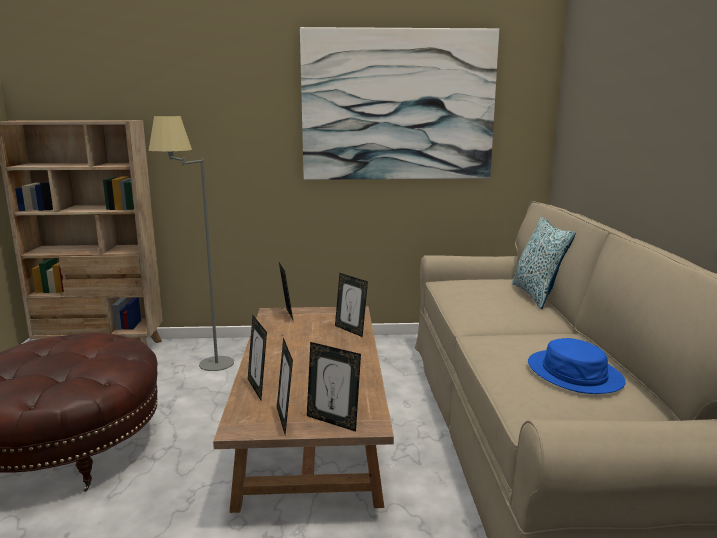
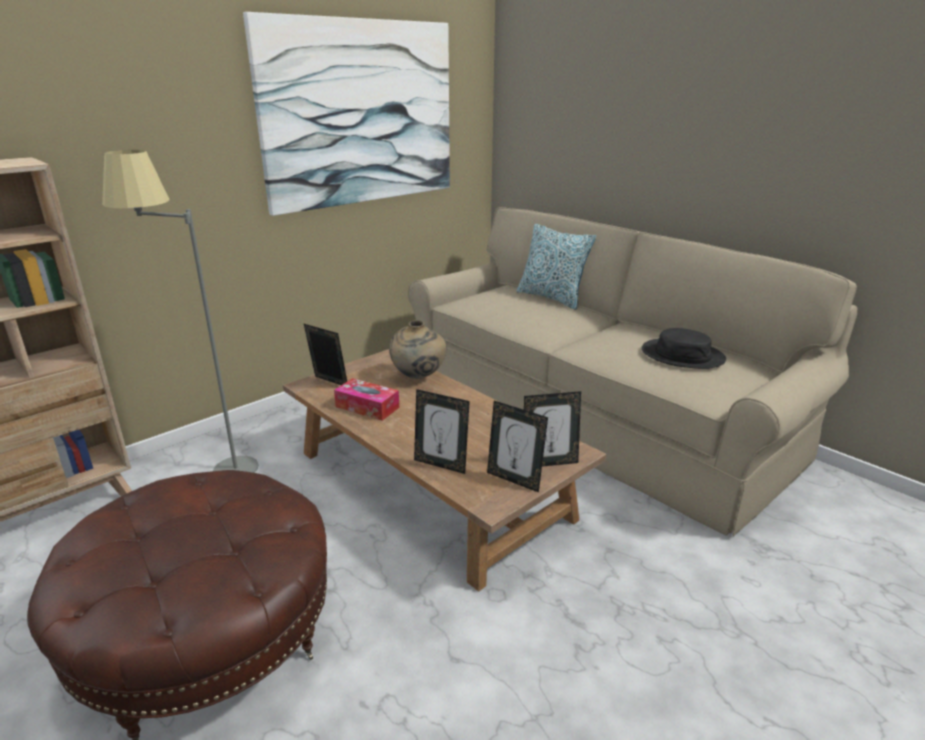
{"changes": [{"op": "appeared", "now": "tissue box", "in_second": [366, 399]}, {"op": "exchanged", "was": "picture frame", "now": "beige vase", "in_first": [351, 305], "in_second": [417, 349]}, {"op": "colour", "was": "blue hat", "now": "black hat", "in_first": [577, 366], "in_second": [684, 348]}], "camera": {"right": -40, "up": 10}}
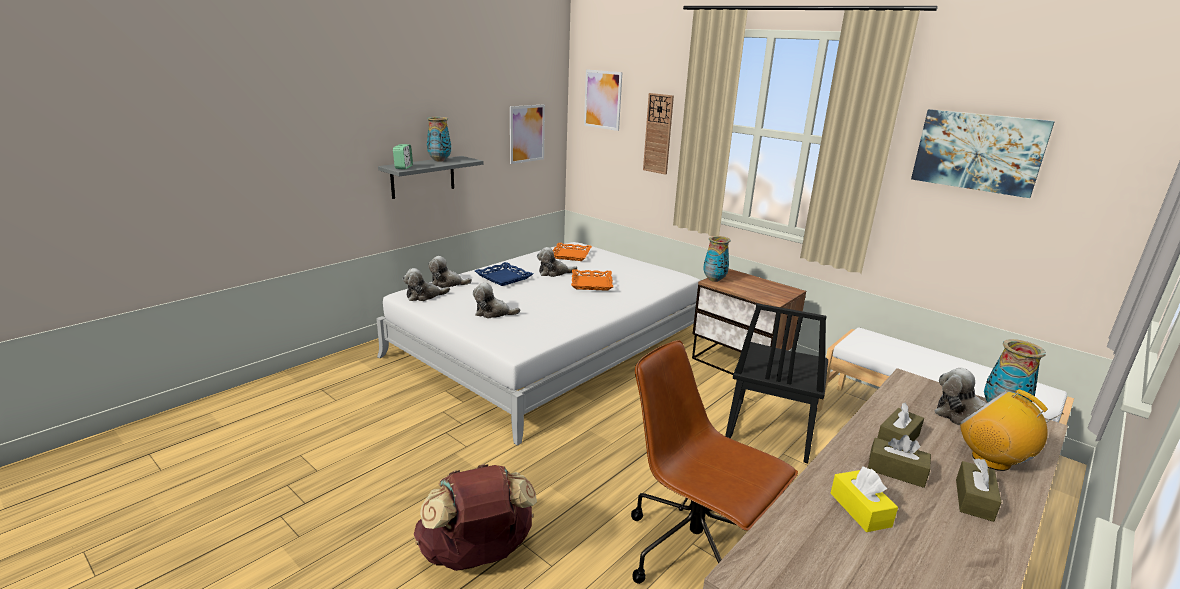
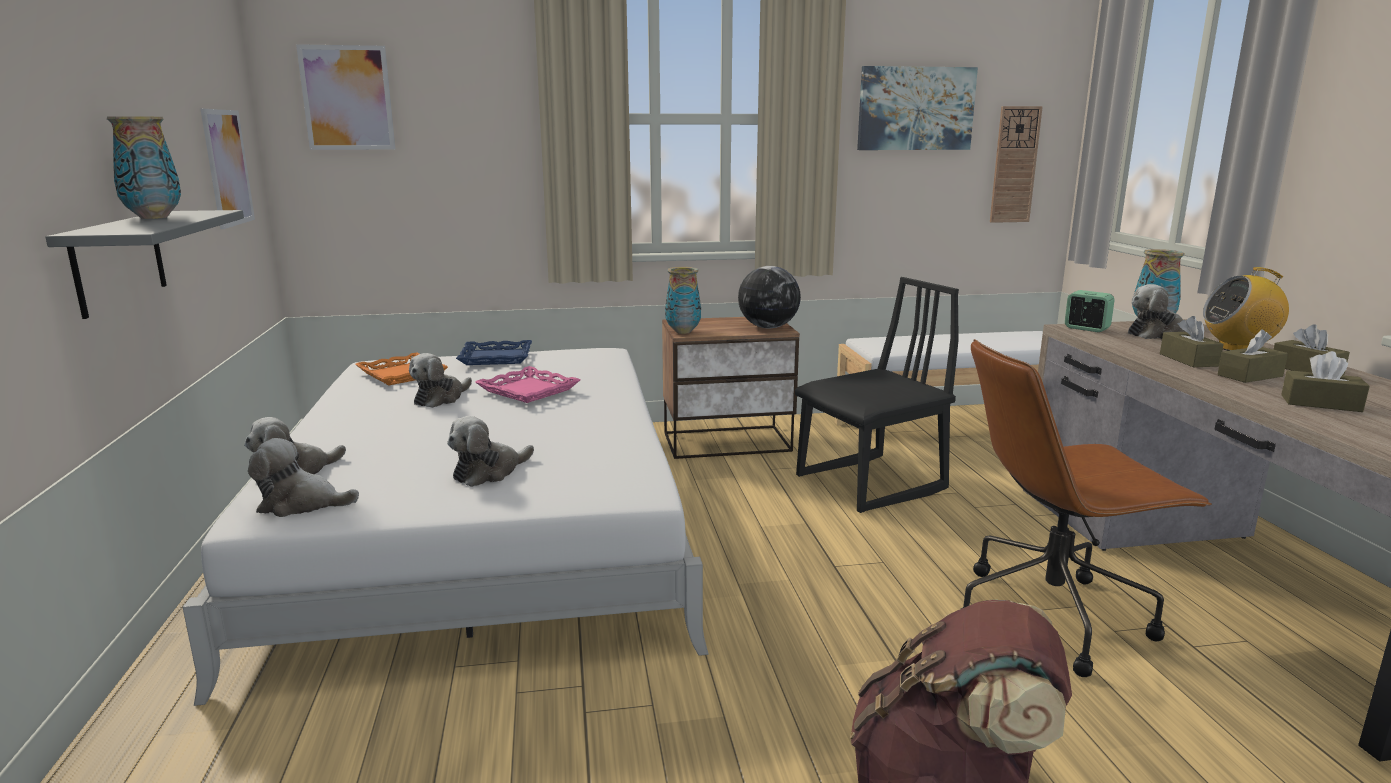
{"changes": [{"op": "appeared", "now": "globe", "in_second": [769, 297]}, {"op": "relocated", "was": "alarm clock", "in_first": [403, 156], "in_second": [1090, 311]}, {"op": "relocated", "was": "blue tray", "in_first": [504, 274], "in_second": [494, 352]}, {"op": "relocated", "was": "wall clock", "in_first": [658, 134], "in_second": [1016, 164]}, {"op": "colour", "was": "orange tray", "now": "pink tray", "in_first": [592, 280], "in_second": [527, 384]}, {"op": "colour", "was": "yellow tissue box", "now": "brown tissue box", "in_first": [864, 499], "in_second": [1325, 381]}, {"op": "spun", "was": "plush toy", "in_first": [426, 284], "in_second": [303, 477], "clockwise": 75}, {"op": "spun", "was": "black chair", "in_first": [776, 383], "in_second": [877, 395], "clockwise": -90}], "camera": {"right": -50, "up": -5}}
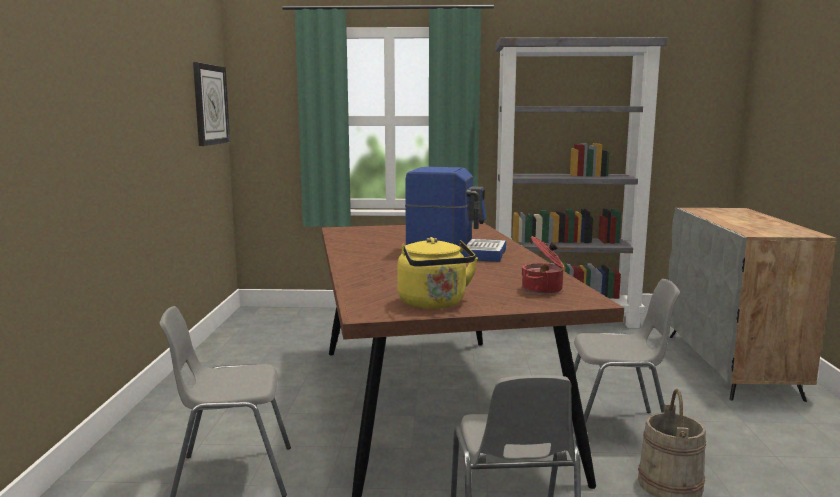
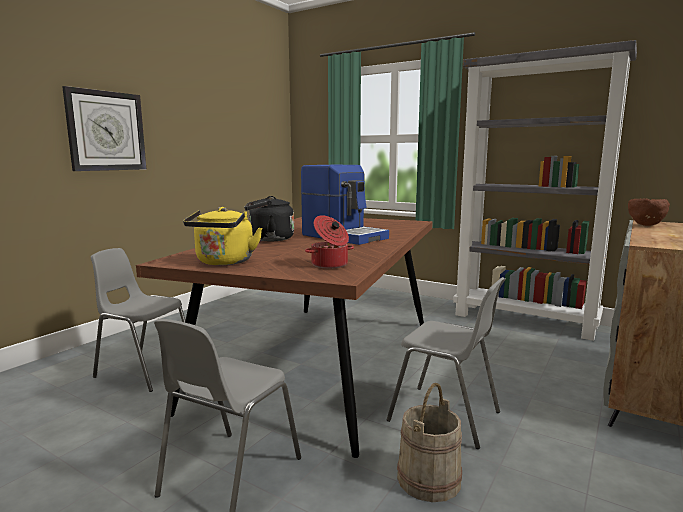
{"changes": [{"op": "appeared", "now": "black kettle", "in_second": [269, 218]}, {"op": "appeared", "now": "brown bowl", "in_second": [649, 212]}, {"op": "relocated", "was": "wall clock", "in_first": [211, 104], "in_second": [104, 128]}], "camera": {"right": 30, "up": 0}}
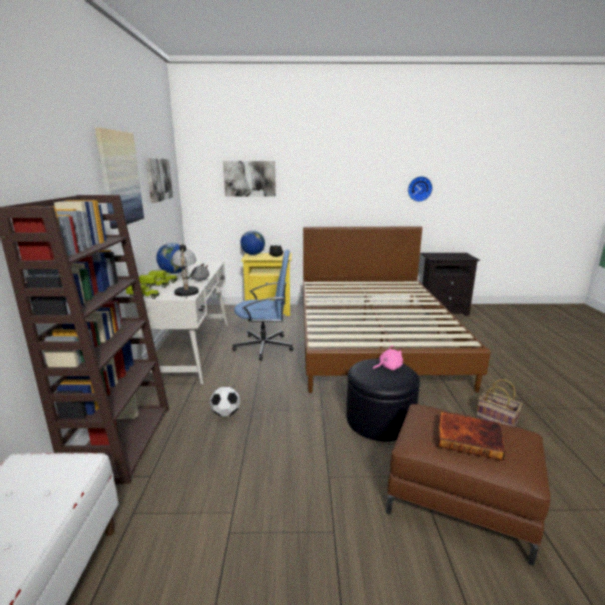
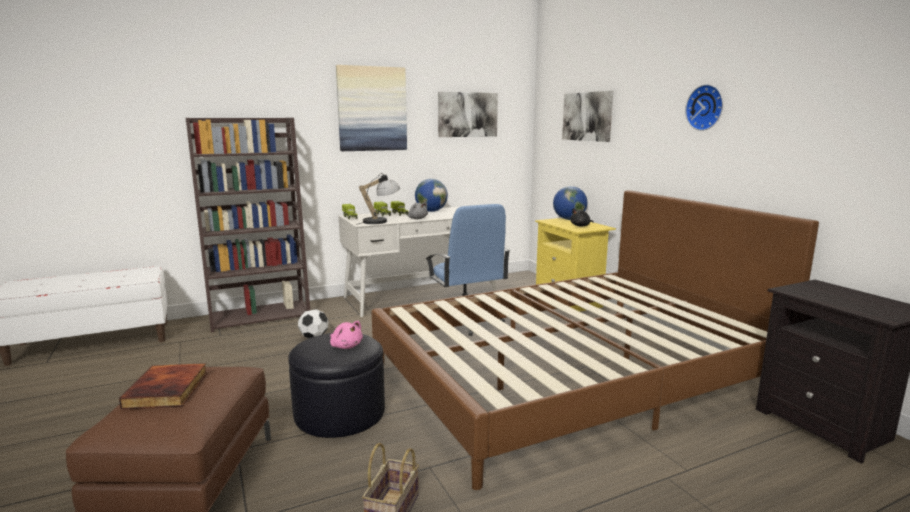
{"changes": [{"op": "relocated", "was": "wall clock", "in_first": [420, 189], "in_second": [704, 107]}], "camera": {"right": 65, "up": -5}}
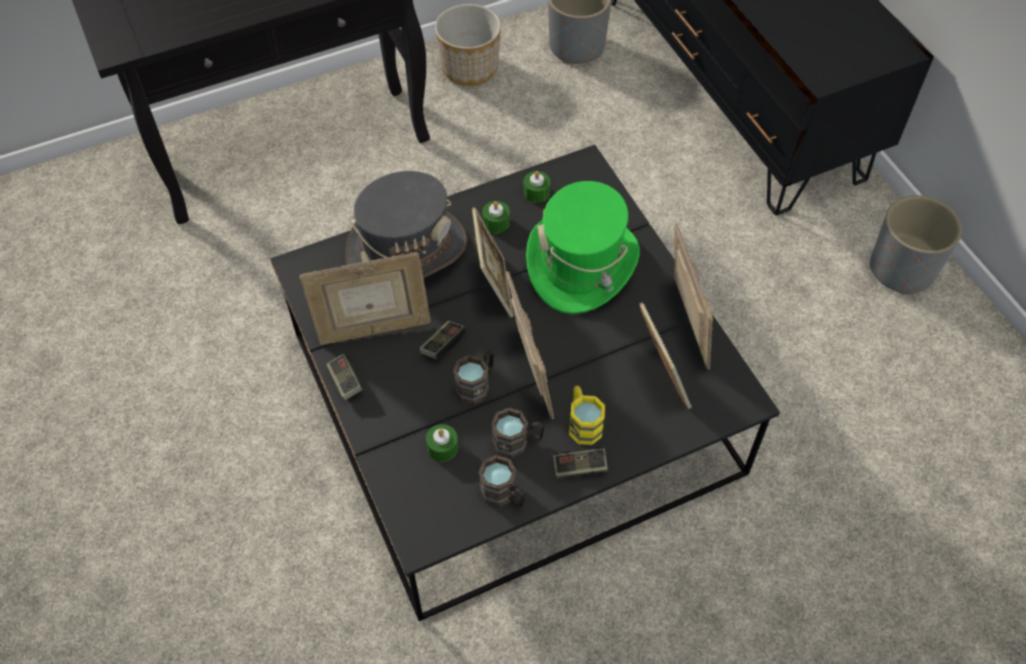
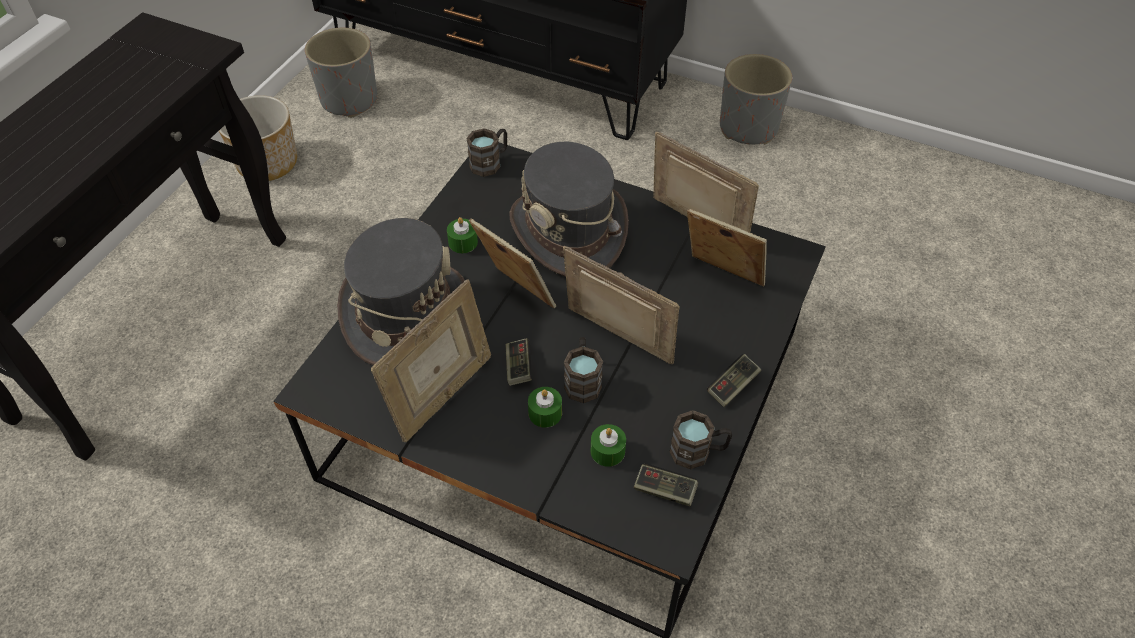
{"changes": [{"op": "missing", "was": "yellow mug", "in_first": [587, 415]}, {"op": "relocated", "was": "game controller", "in_first": [344, 377], "in_second": [666, 485]}, {"op": "relocated", "was": "brown mug", "in_first": [517, 433], "in_second": [486, 152]}, {"op": "relocated", "was": "green candle", "in_first": [536, 187], "in_second": [545, 407]}, {"op": "colour", "was": "green hat", "now": "grey hat", "in_first": [583, 247], "in_second": [569, 209]}], "camera": {"right": -40, "up": -5}}
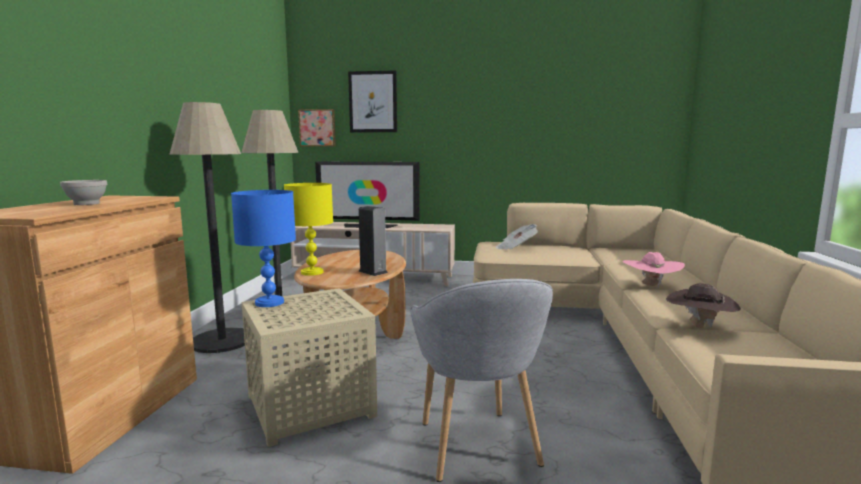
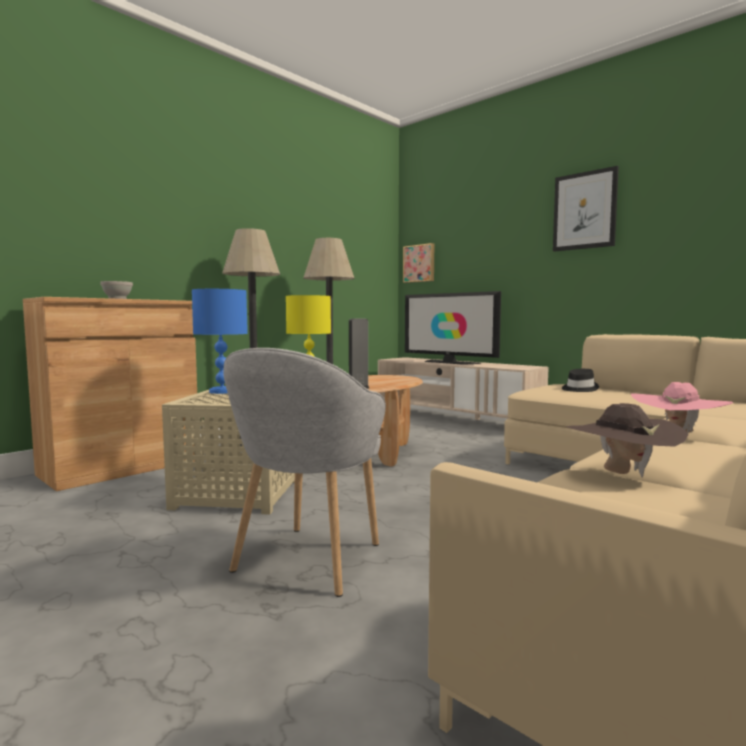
{"changes": [{"op": "relocated", "was": "picture", "in_first": [372, 101], "in_second": [586, 209]}, {"op": "exchanged", "was": "newspaper", "now": "black hat", "in_first": [516, 237], "in_second": [580, 380]}], "camera": {"right": 35, "up": -5}}
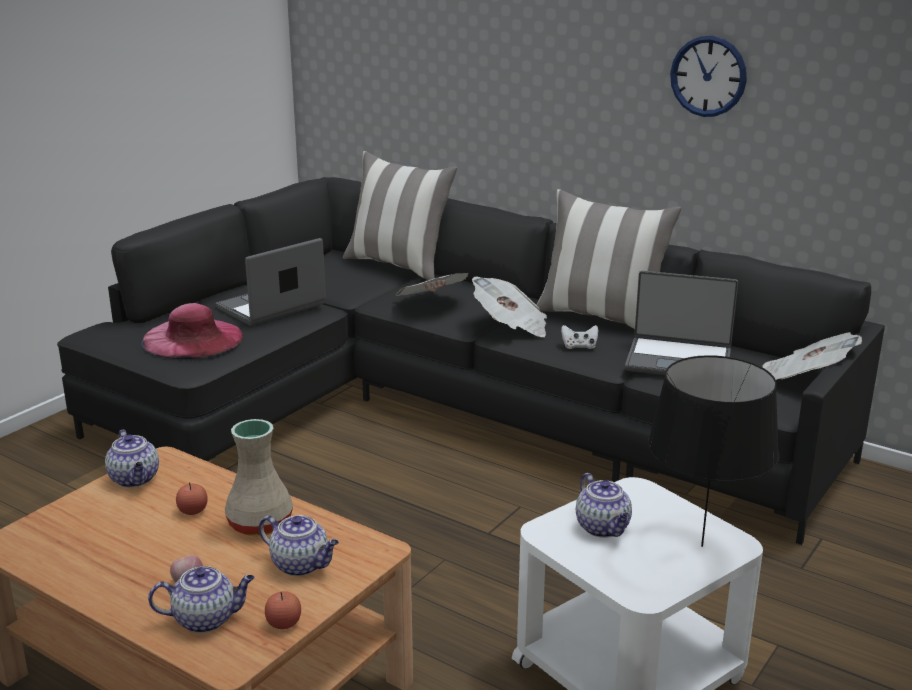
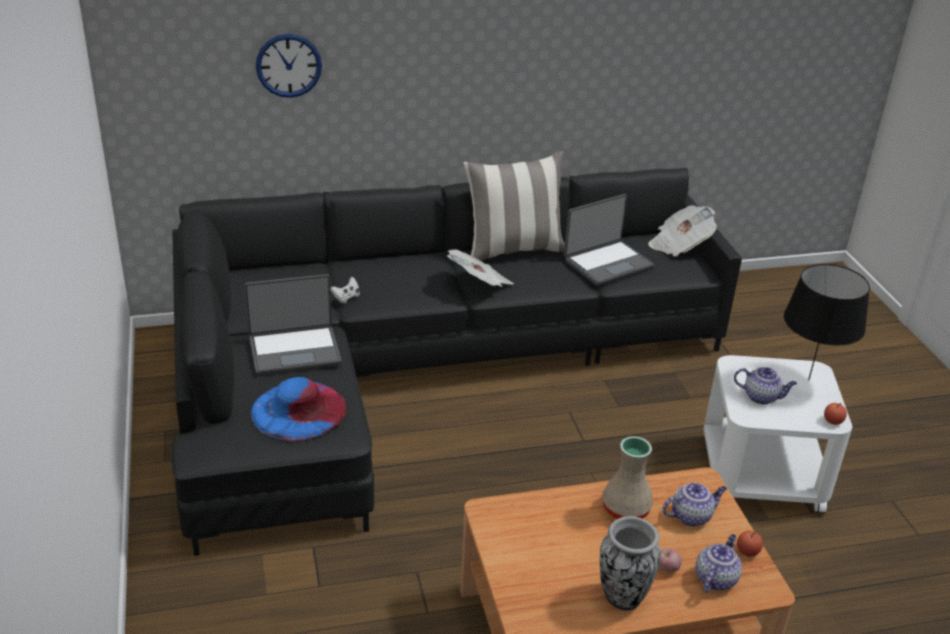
{"changes": [{"op": "missing", "was": "teapot", "in_first": [132, 459]}, {"op": "missing", "was": "pillow", "in_first": [400, 215]}, {"op": "missing", "was": "newspaper", "in_first": [432, 284]}, {"op": "appeared", "now": "vase", "in_second": [630, 563]}, {"op": "relocated", "was": "apple", "in_first": [192, 498], "in_second": [835, 414]}, {"op": "relocated", "was": "white game controller", "in_first": [579, 337], "in_second": [345, 290]}, {"op": "relocated", "was": "wall clock", "in_first": [708, 76], "in_second": [289, 66]}, {"op": "colour", "was": "pink hat", "now": "blue hat", "in_first": [192, 331], "in_second": [299, 409]}, {"op": "spun", "was": "laptop", "in_first": [271, 282], "in_second": [293, 324], "clockwise": -105}], "camera": {"right": -50, "up": 10}}
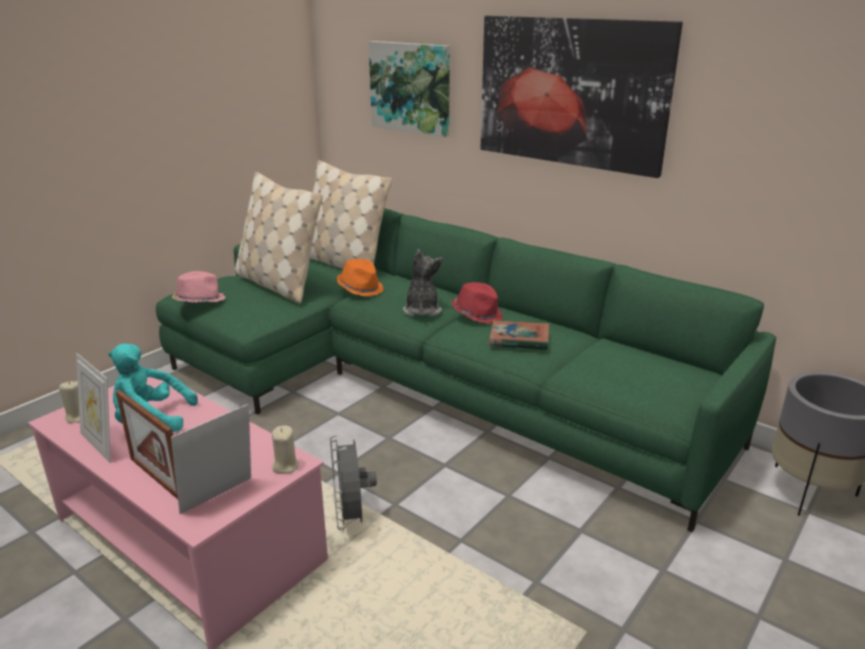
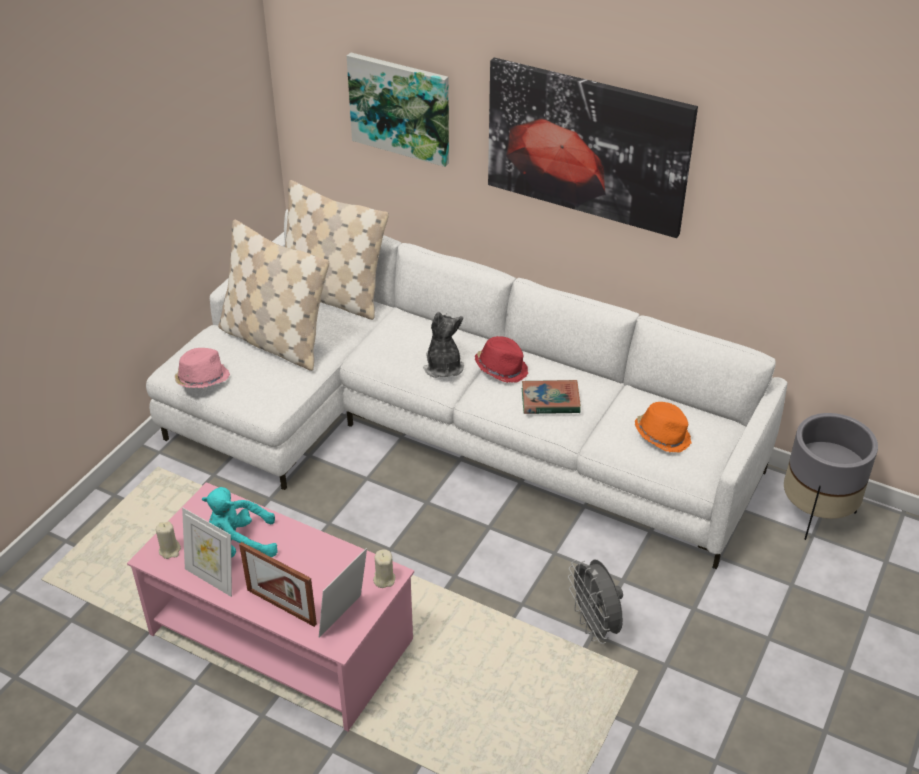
{"changes": [{"op": "relocated", "was": "grey fan", "in_first": [353, 483], "in_second": [595, 602]}, {"op": "relocated", "was": "orange hat", "in_first": [360, 277], "in_second": [663, 427]}, {"op": "colour", "was": "green sofa", "now": "white sofa", "in_first": [466, 370], "in_second": [467, 389]}], "camera": {"right": -10, "up": 15}}
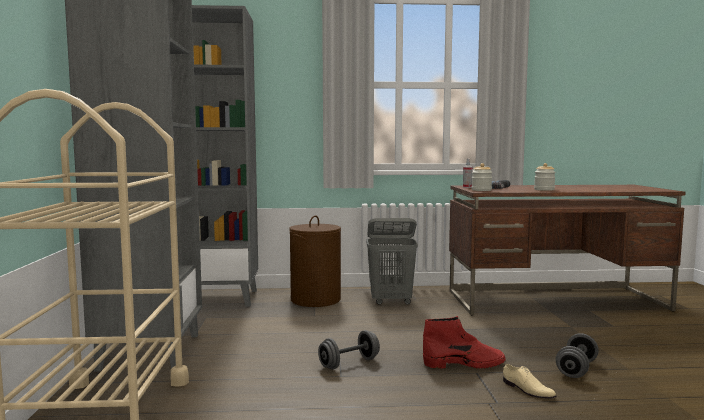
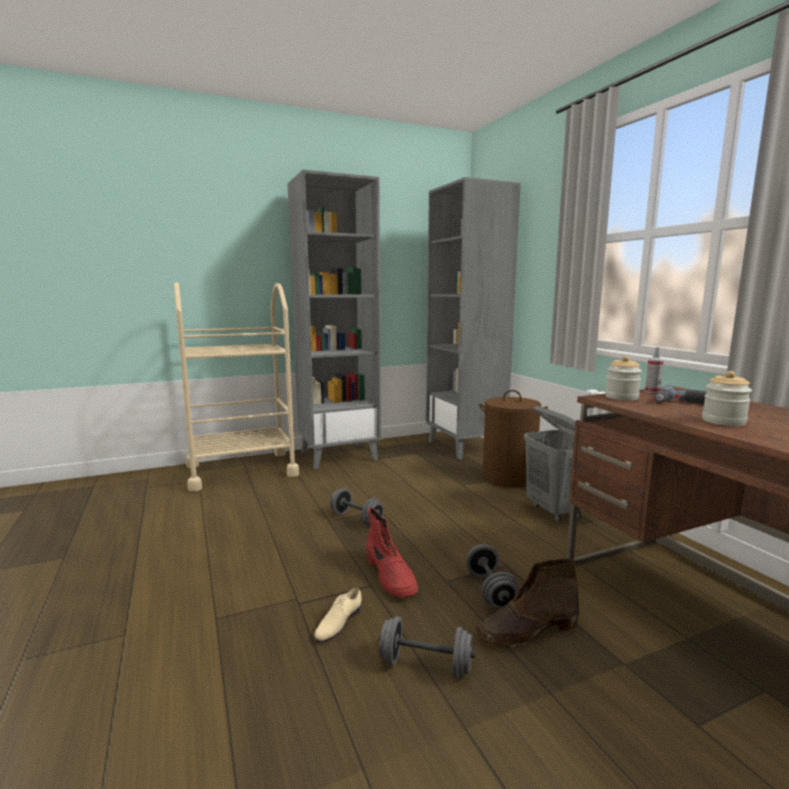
{"changes": [{"op": "appeared", "now": "grey dumbbell", "in_second": [492, 576]}, {"op": "appeared", "now": "brown boot", "in_second": [527, 602]}], "camera": {"right": 70, "up": 5}}
